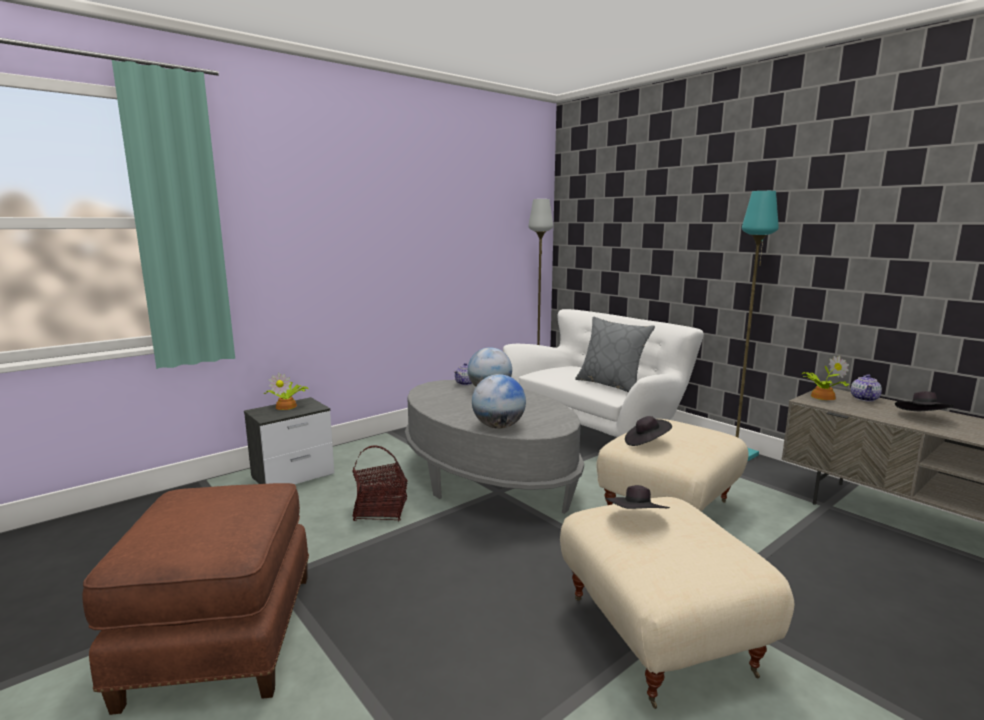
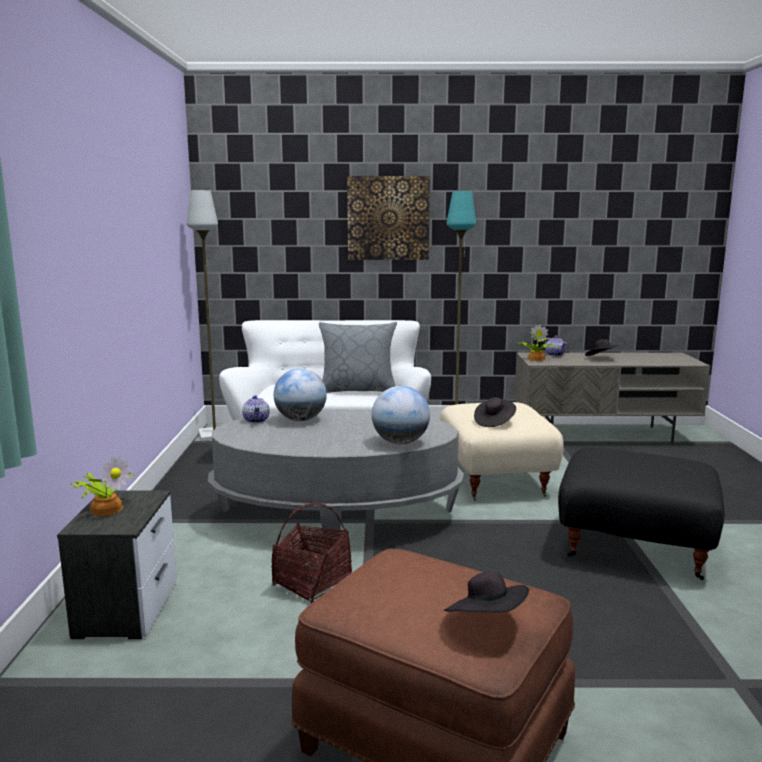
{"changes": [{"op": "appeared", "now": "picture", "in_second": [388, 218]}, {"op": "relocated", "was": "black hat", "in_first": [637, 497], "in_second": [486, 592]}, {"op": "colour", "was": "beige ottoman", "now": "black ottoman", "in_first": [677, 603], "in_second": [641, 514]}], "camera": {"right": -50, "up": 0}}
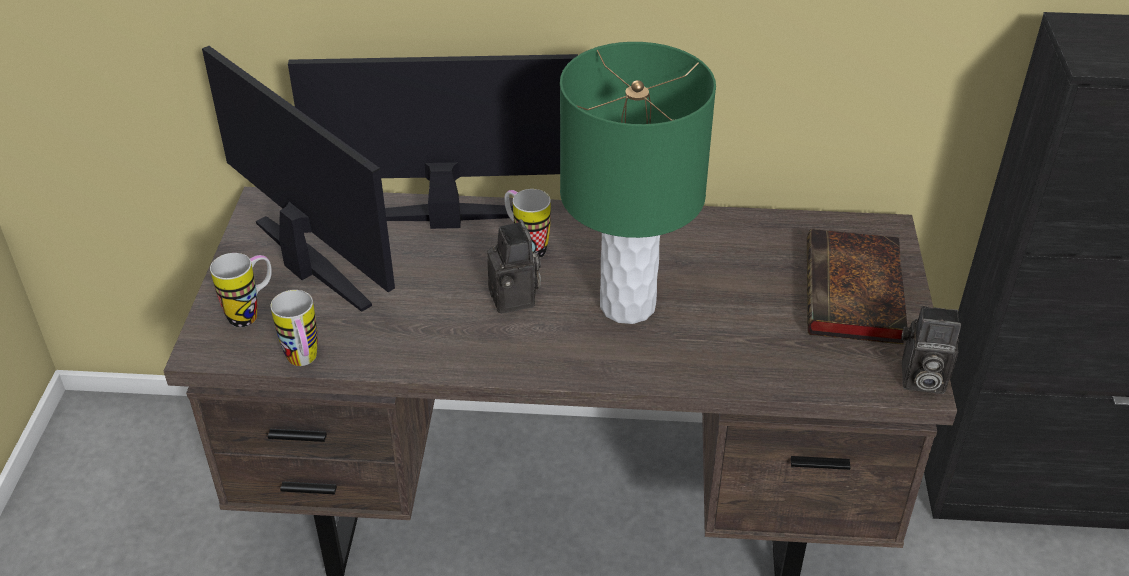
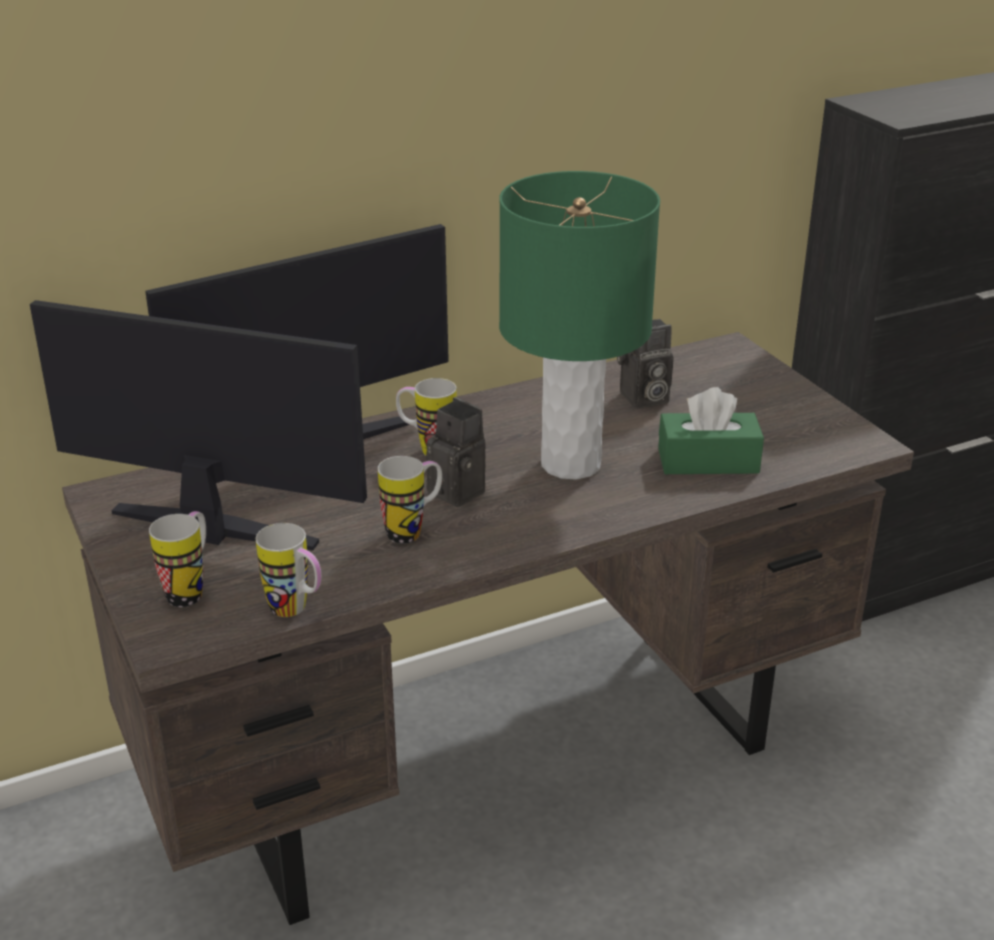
{"changes": [{"op": "missing", "was": "book", "in_first": [857, 286]}, {"op": "appeared", "now": "mug", "in_second": [410, 500]}, {"op": "appeared", "now": "green tissue box", "in_second": [711, 430]}, {"op": "relocated", "was": "photo camera", "in_first": [931, 350], "in_second": [645, 364]}], "camera": {"right": -30, "up": -10}}
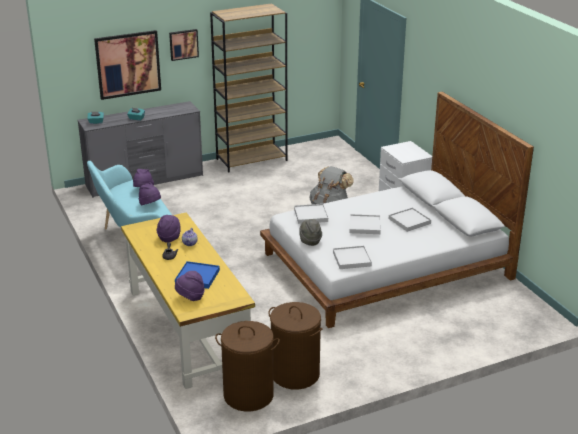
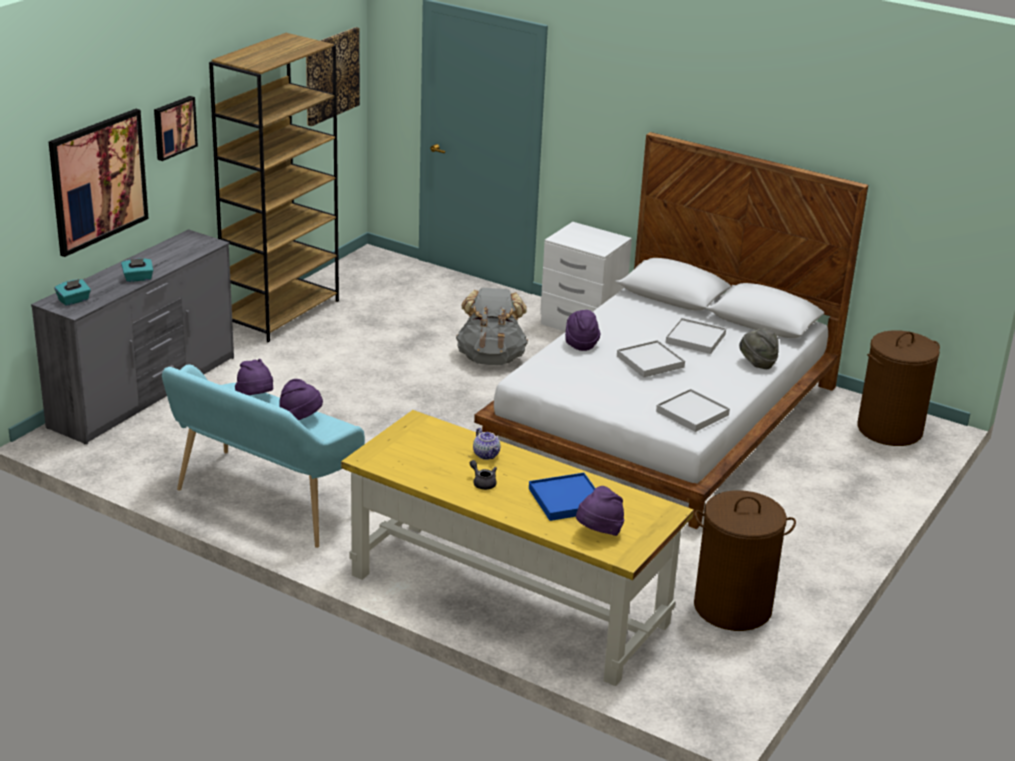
{"changes": [{"op": "missing", "was": "white tray", "in_first": [311, 214]}, {"op": "appeared", "now": "picture", "in_second": [333, 76]}, {"op": "relocated", "was": "purple hat", "in_first": [169, 228], "in_second": [582, 330]}, {"op": "relocated", "was": "brown laundry basket", "in_first": [247, 366], "in_second": [898, 388]}, {"op": "relocated", "was": "grey hat", "in_first": [310, 232], "in_second": [759, 348]}], "camera": {"right": -35, "up": 0}}
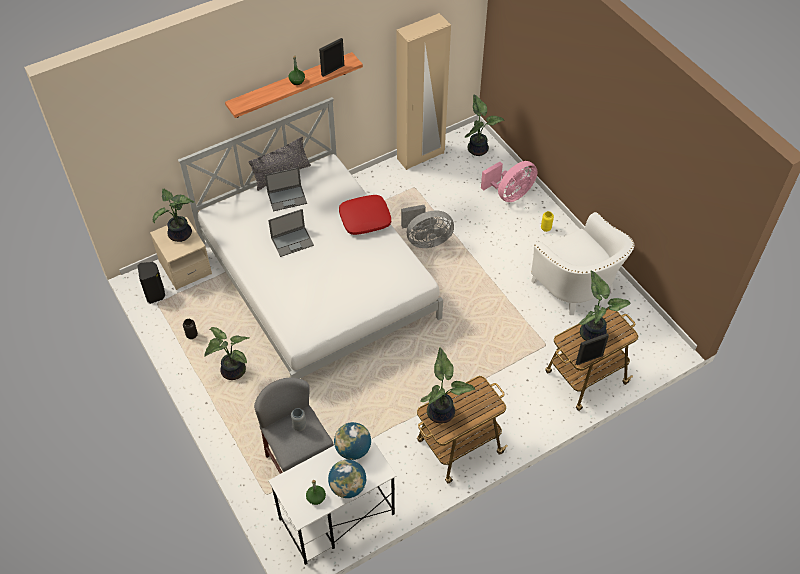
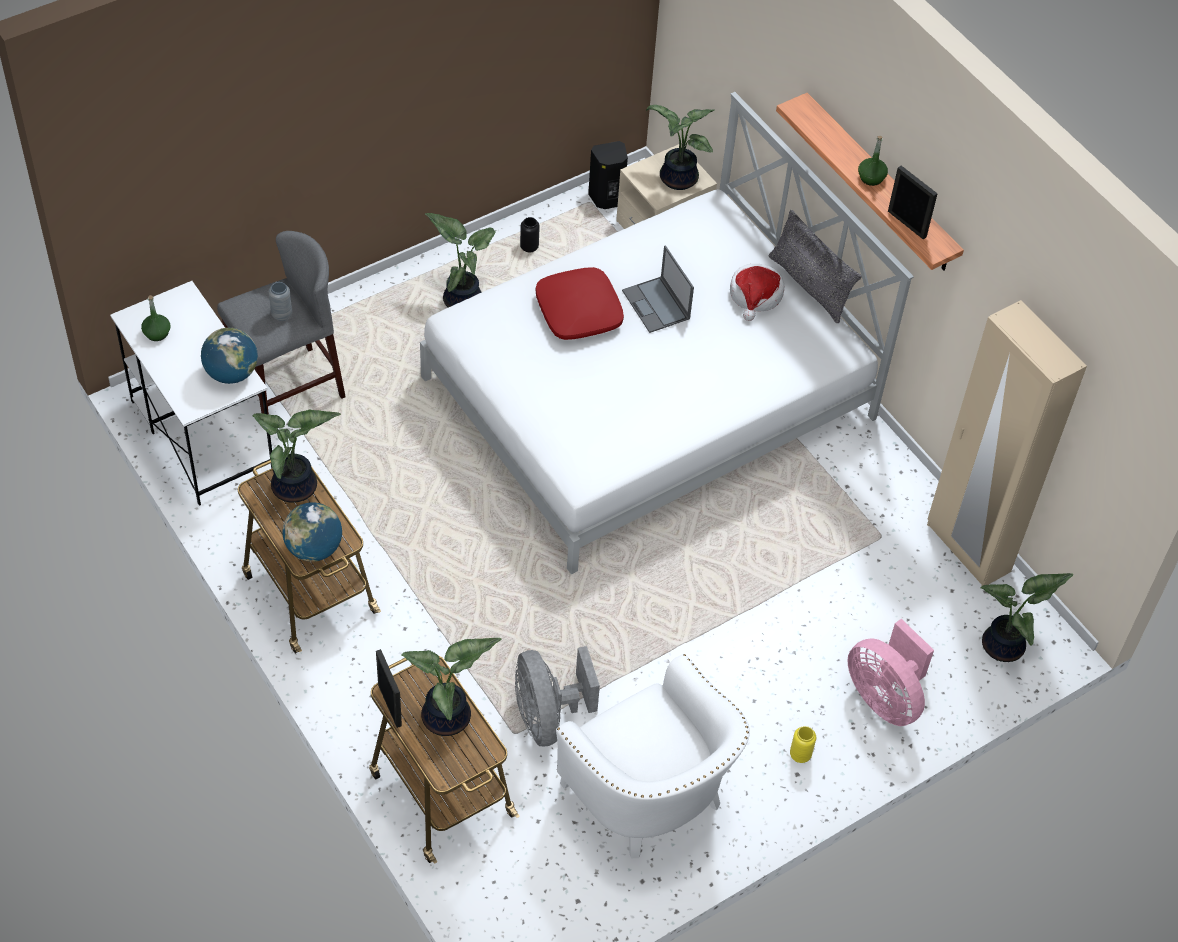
{"changes": [{"op": "relocated", "was": "globe", "in_first": [347, 479], "in_second": [312, 532]}, {"op": "relocated", "was": "red pillow", "in_first": [365, 215], "in_second": [579, 303]}, {"op": "relocated", "was": "grey fan", "in_first": [427, 226], "in_second": [557, 696]}, {"op": "exchanged", "was": "laptop", "now": "hat", "in_first": [286, 189], "in_second": [757, 292]}, {"op": "spun", "was": "white armchair", "in_first": [582, 263], "in_second": [653, 756], "clockwise": -90}], "camera": {"right": 85, "up": 0}}
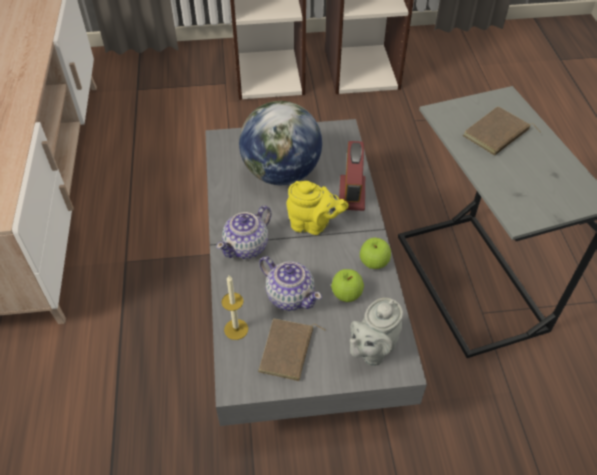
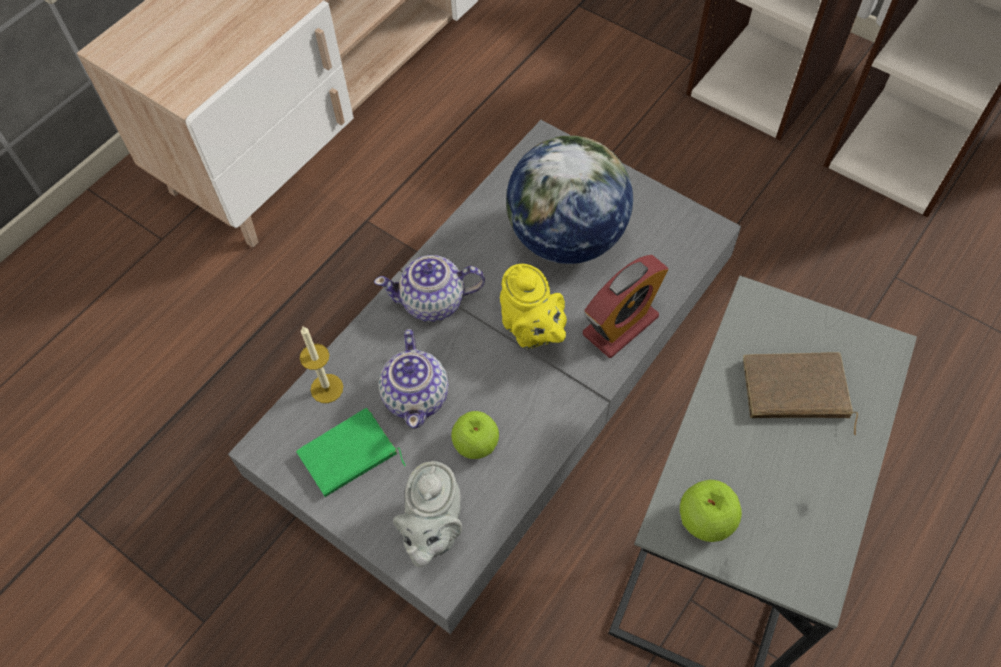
{"changes": [{"op": "relocated", "was": "apple", "in_first": [375, 253], "in_second": [711, 511]}, {"op": "colour", "was": "brown book", "now": "green book", "in_first": [292, 350], "in_second": [351, 452]}, {"op": "spun", "was": "grey teapot", "in_first": [376, 332], "in_second": [427, 514], "clockwise": -75}], "camera": {"right": 45, "up": 10}}
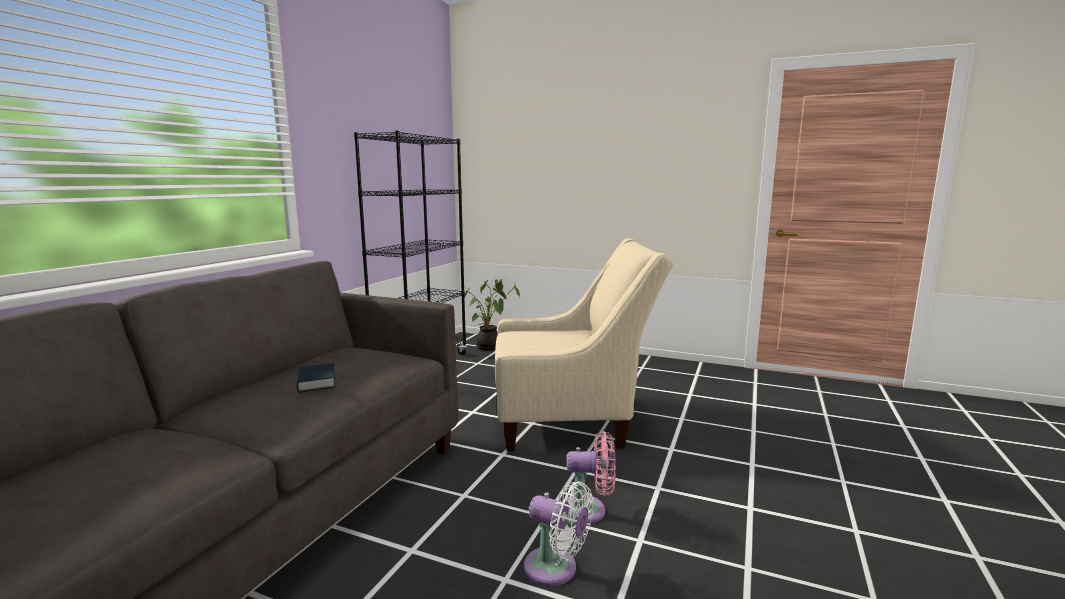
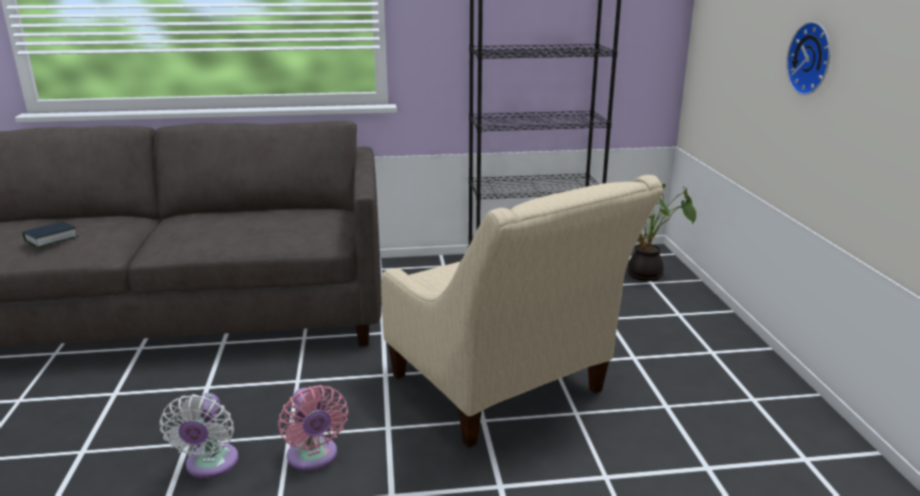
{"changes": [{"op": "appeared", "now": "wall clock", "in_second": [808, 58]}, {"op": "relocated", "was": "book", "in_first": [316, 378], "in_second": [51, 234]}], "camera": {"right": 60, "up": 10}}
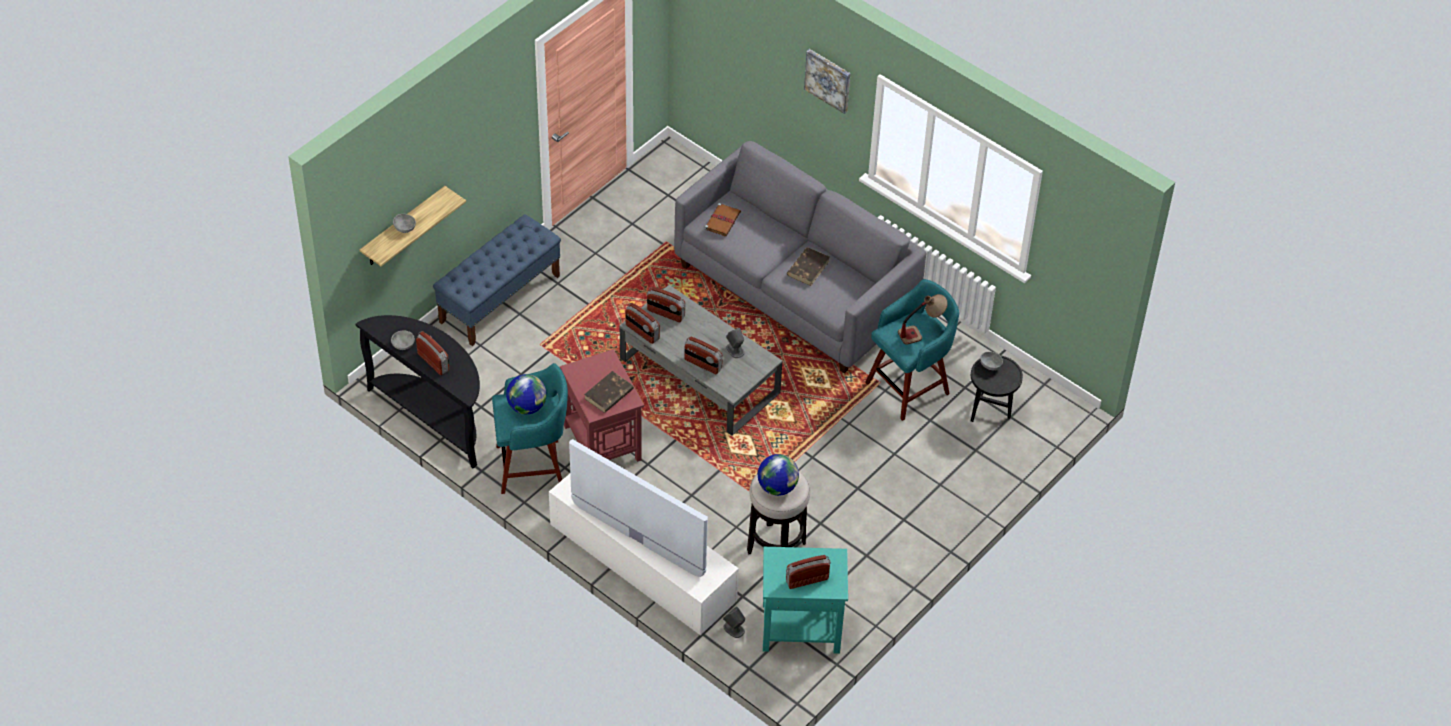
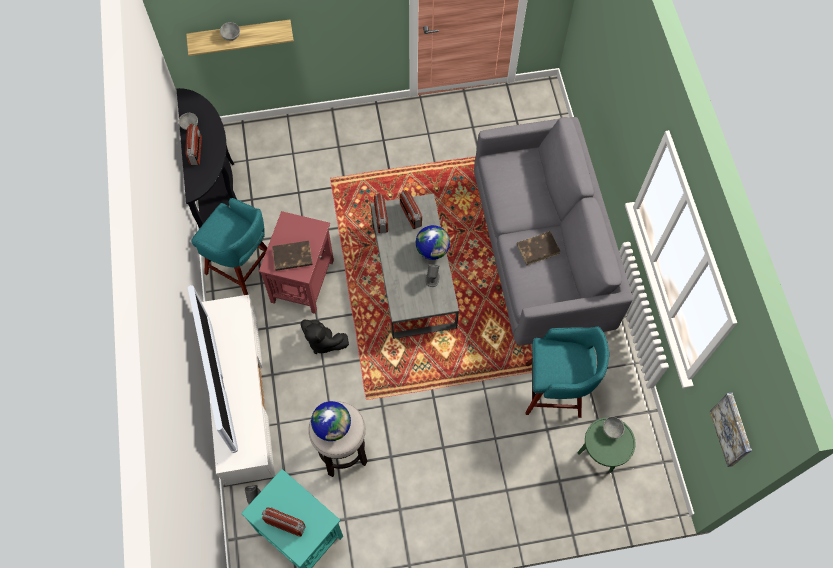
{"changes": [{"op": "missing", "was": "blue bench", "in_first": [497, 280]}, {"op": "missing", "was": "radio", "in_first": [703, 355]}, {"op": "missing", "was": "brown book", "in_first": [723, 219]}, {"op": "missing", "was": "table lamp", "in_first": [923, 319]}, {"op": "appeared", "now": "black plush toy", "in_second": [325, 337]}, {"op": "relocated", "was": "globe", "in_first": [526, 394], "in_second": [433, 242]}, {"op": "relocated", "was": "picture", "in_first": [827, 81], "in_second": [731, 430]}, {"op": "colour", "was": "black side table", "now": "green side table", "in_first": [997, 388], "in_second": [606, 445]}], "camera": {"right": 40, "up": 15}}
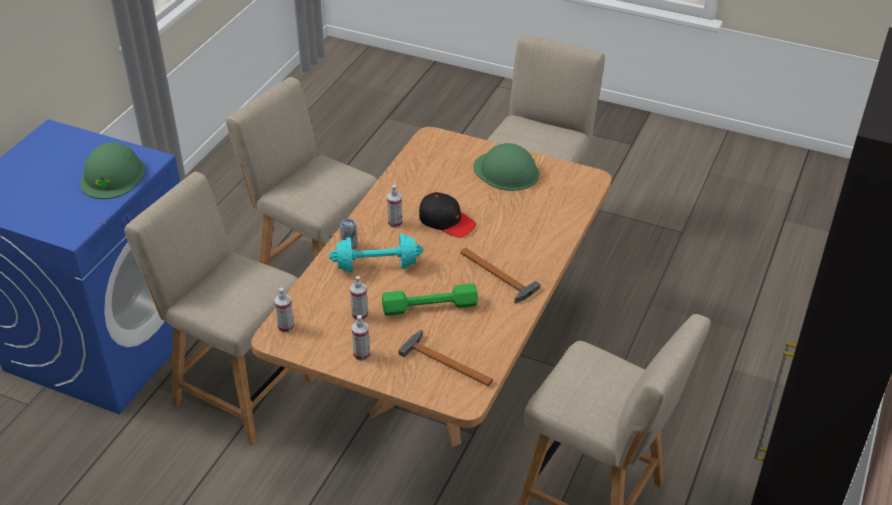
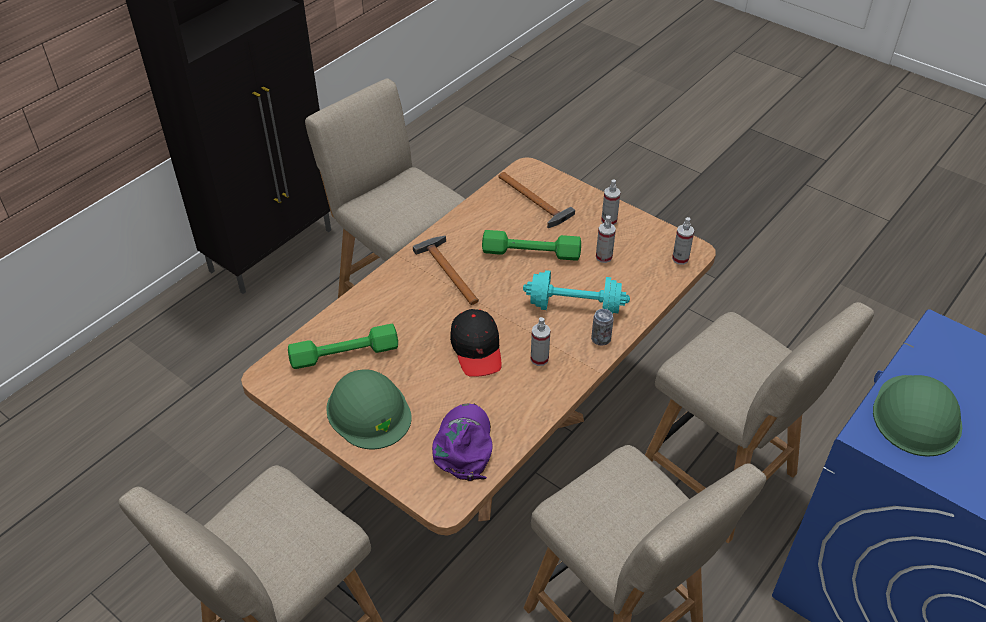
{"changes": [{"op": "appeared", "now": "green dumbbell", "in_second": [343, 346]}, {"op": "appeared", "now": "purple cap", "in_second": [462, 442]}, {"op": "spun", "was": "black cap", "in_first": [447, 215], "in_second": [476, 343], "clockwise": -150}], "camera": {"right": -165, "up": 5}}
